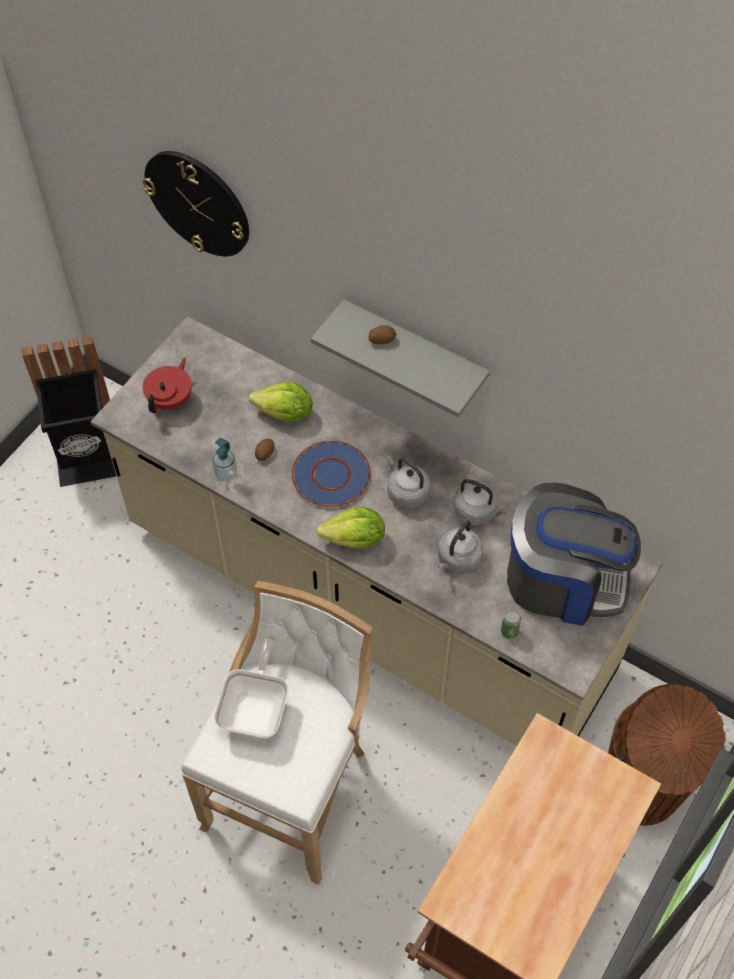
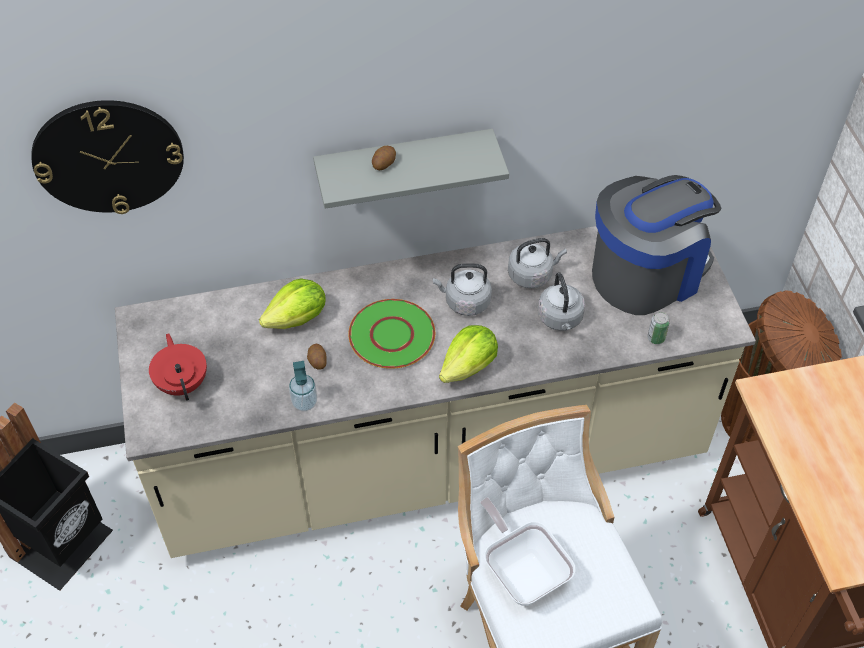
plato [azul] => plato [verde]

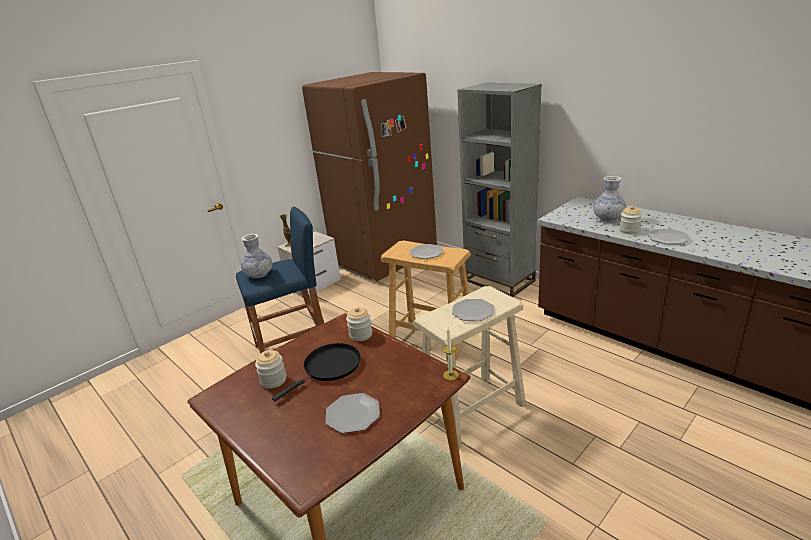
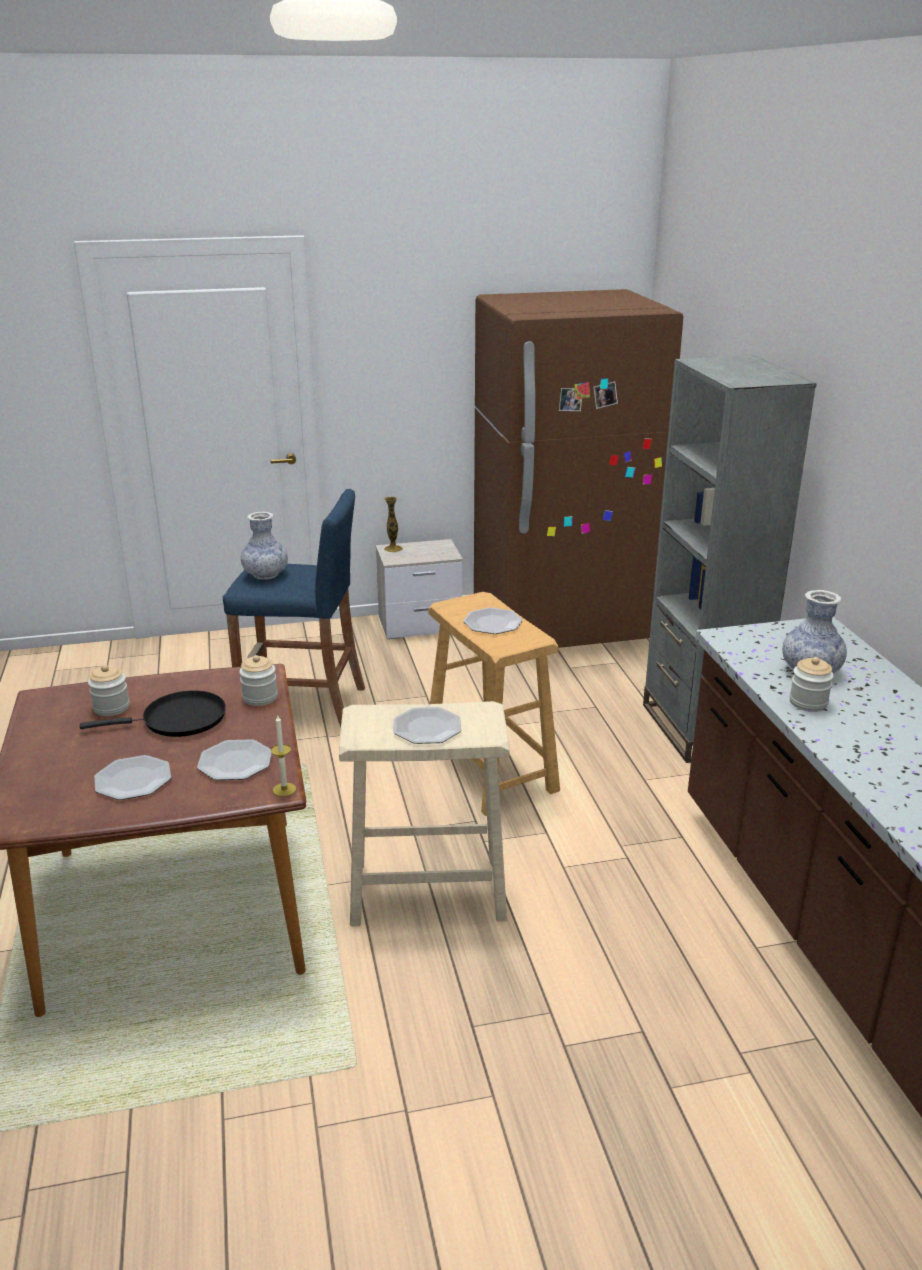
plato (no. 4 from left in the first image) => plato (no. 2 from left), shifted

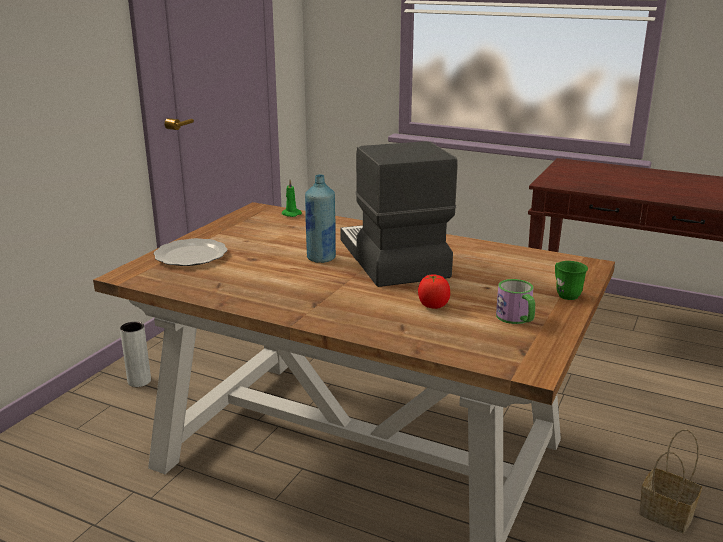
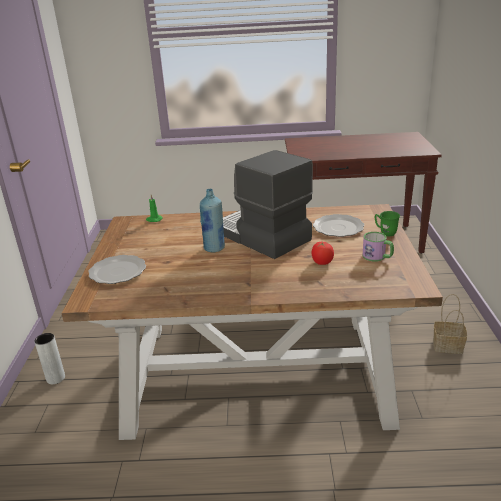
nothing => plato (no. 2 from left)

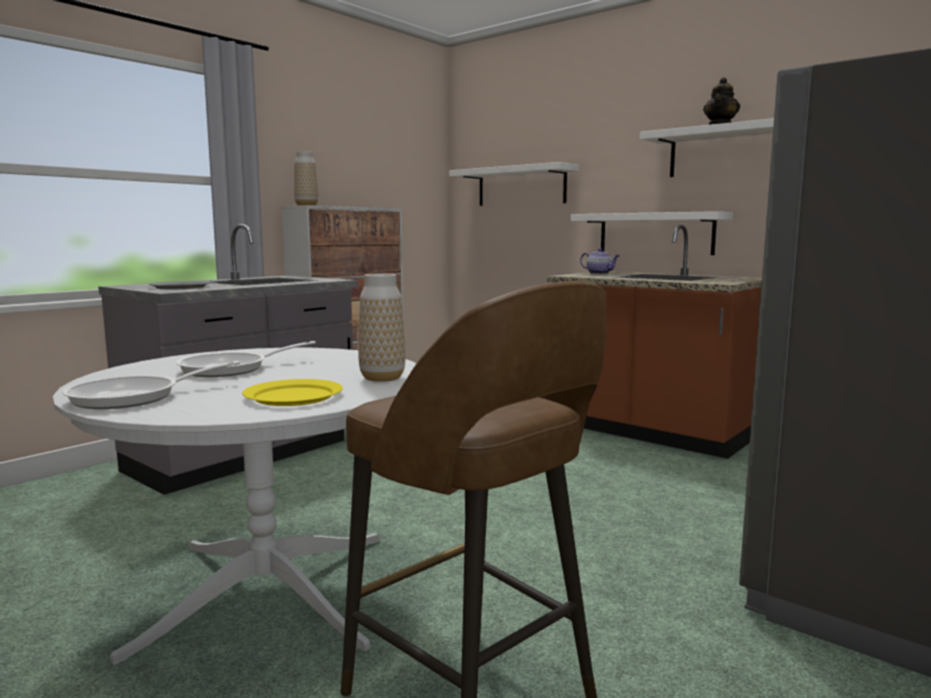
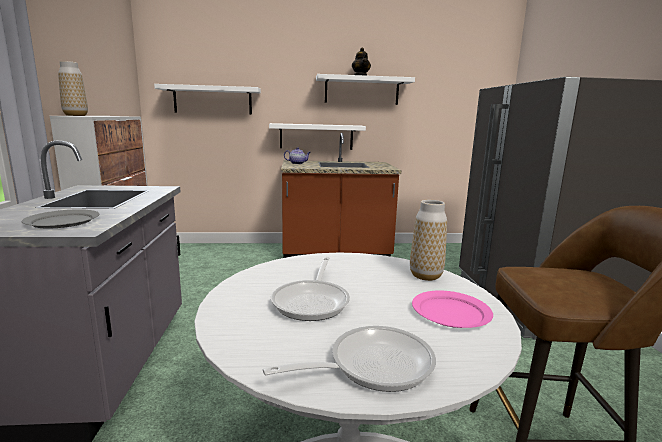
sartén (no. 1 from left in the first image) => sartén (no. 2 from left), 120 degrees counterclockwise
plato [amarillo] => plato [rosa]

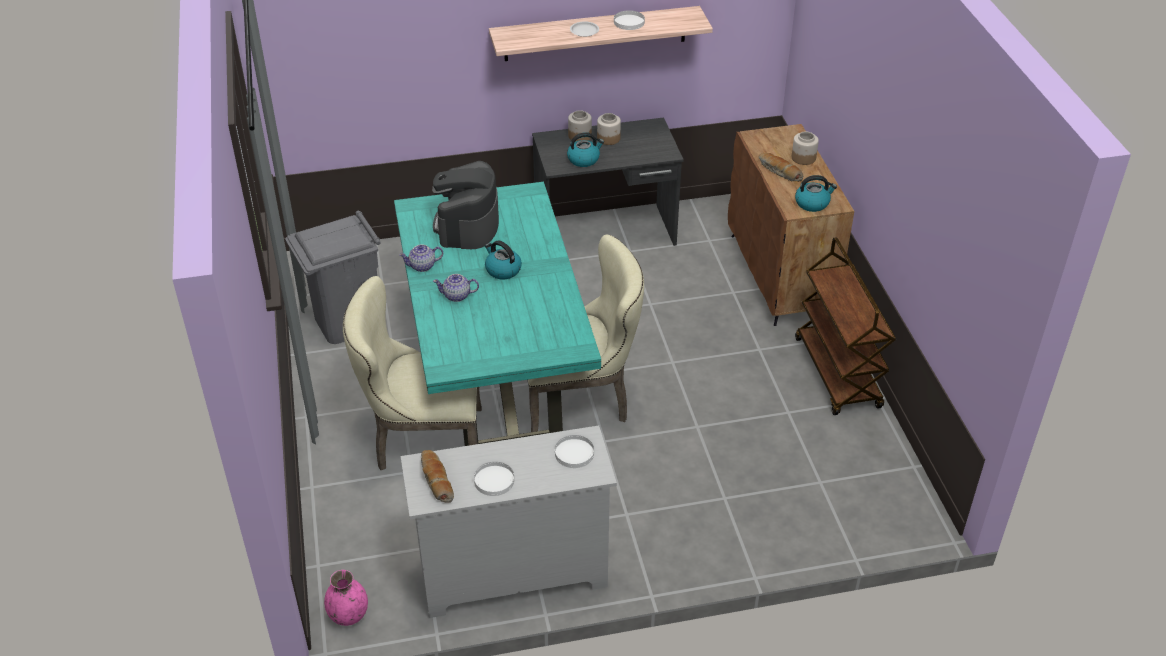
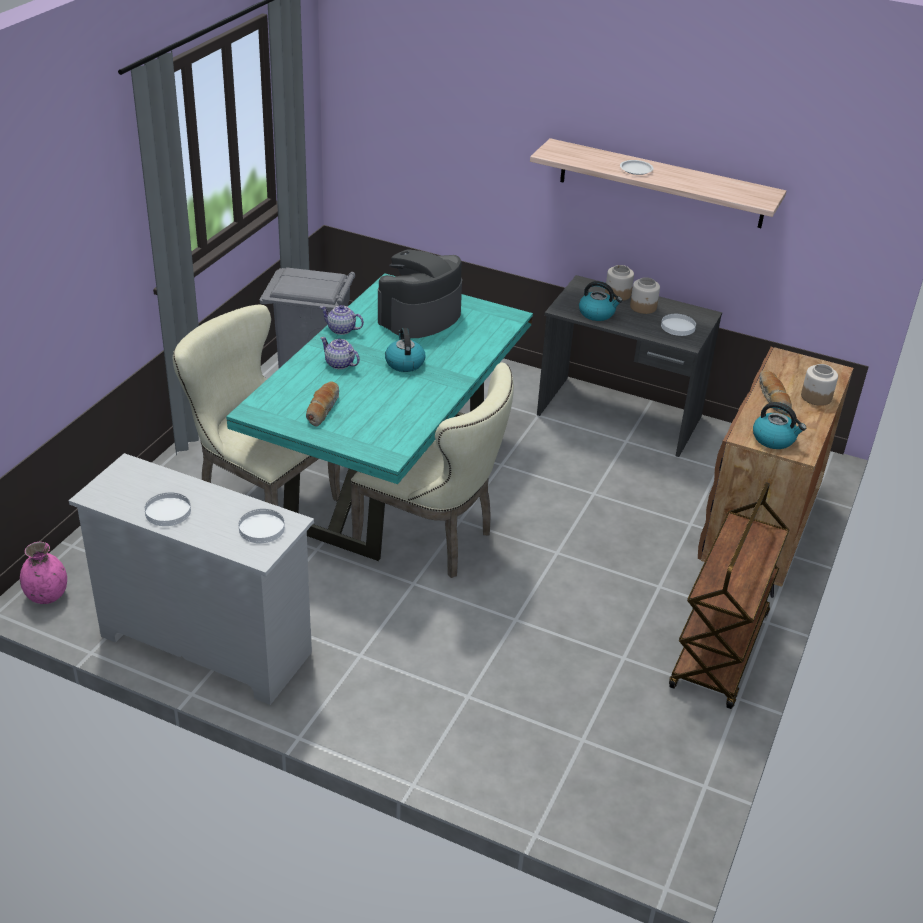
pan (no. 1 from left), shifted
plato [blanco] (no. 4 from left), shifted

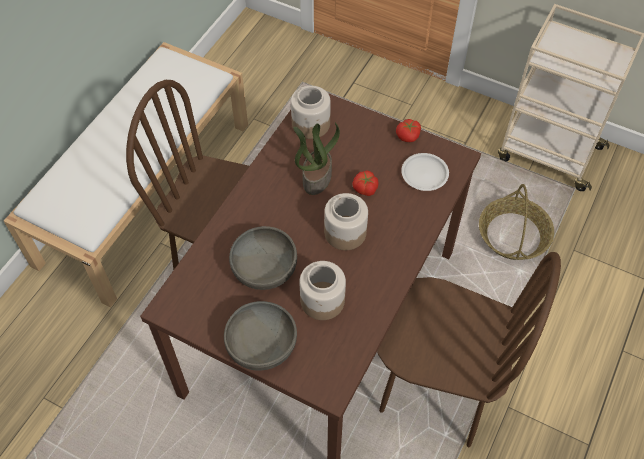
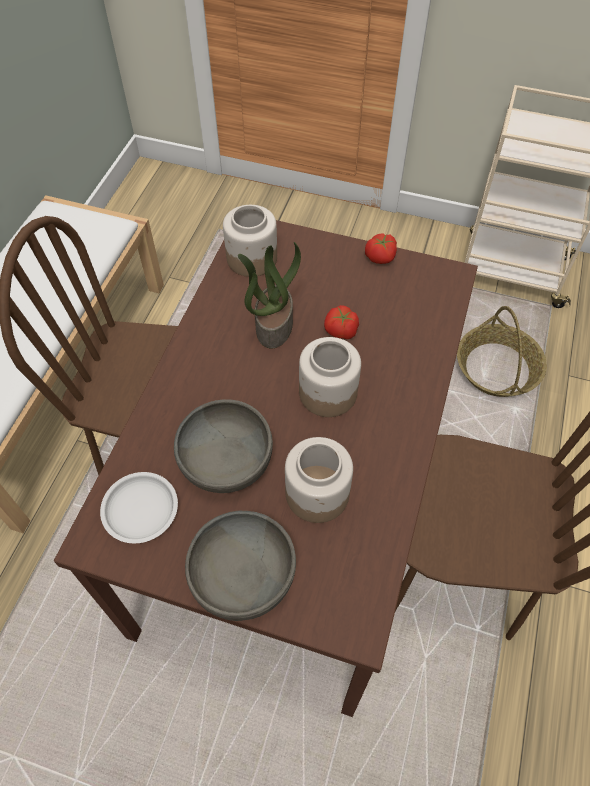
plato [blanco], shifted

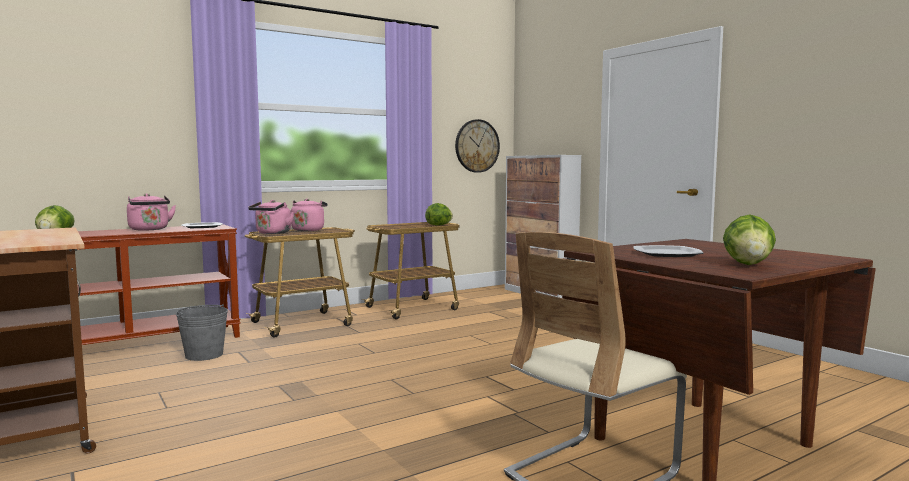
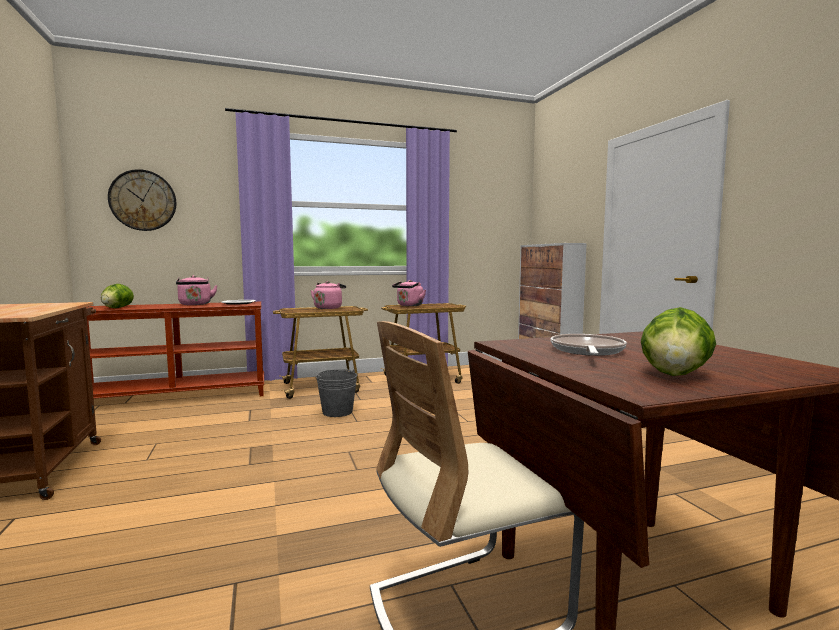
reloj de pared, shifted
cubo [gris], shifted
hervidor [rosa] (no. 2 from left in the first image) => hervidor [rosa] (no. 3 from left), shifted
plato (no. 2 from left) => sartén
lechuga (no. 2 from left) => nothing

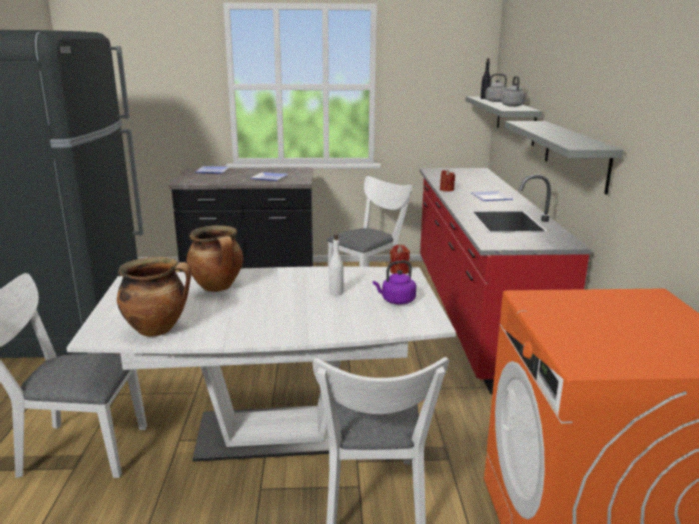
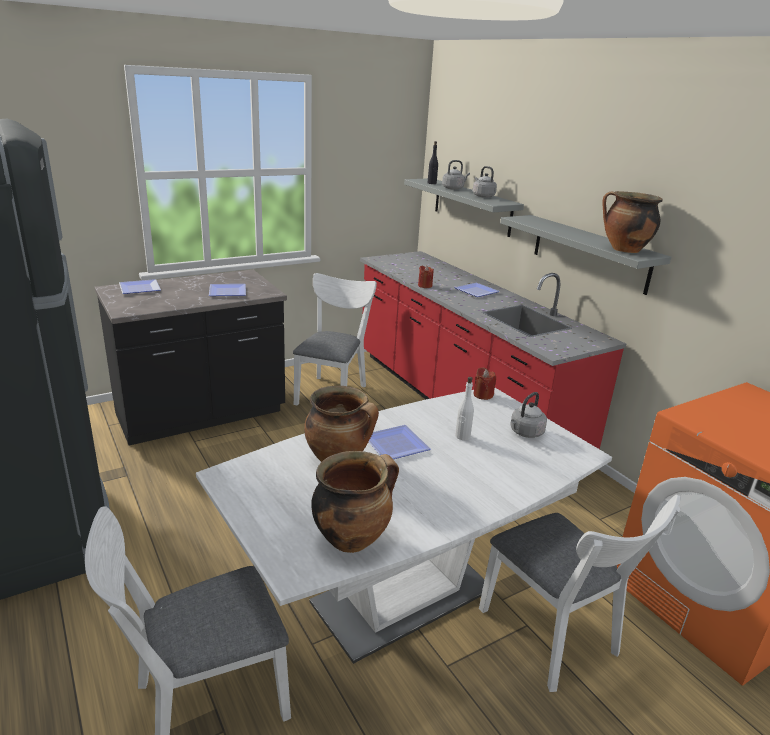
nothing => plato (no. 3 from left)
hervidor [morado] => hervidor [gris] (no. 3 from left)
nothing => olla (no. 3 from left)

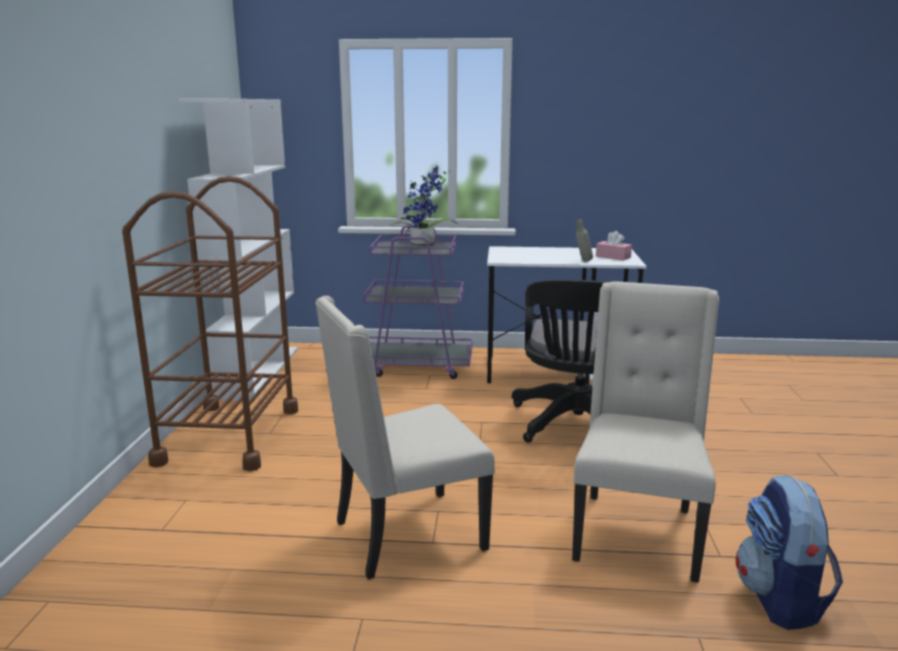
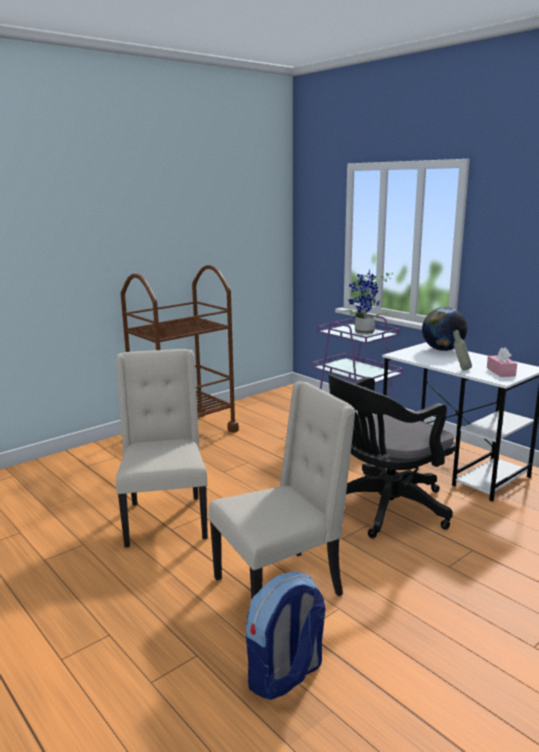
silla [beis] (no. 1 from left), 60 degrees clockwise
nothing => globo terráqueo
estantería [blanco] => nothing

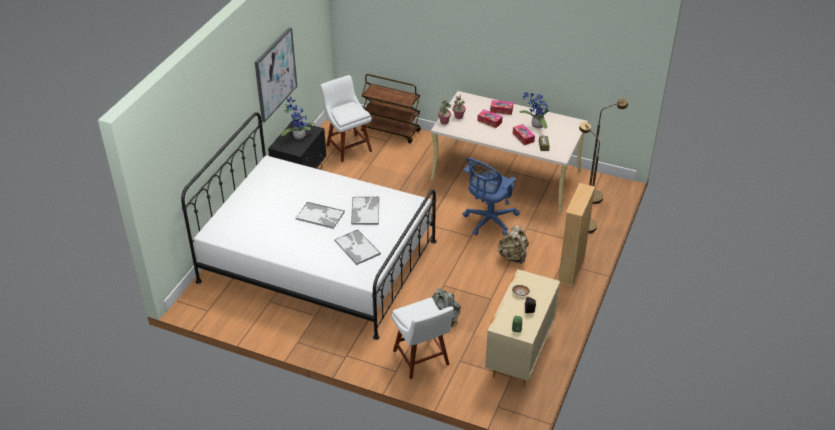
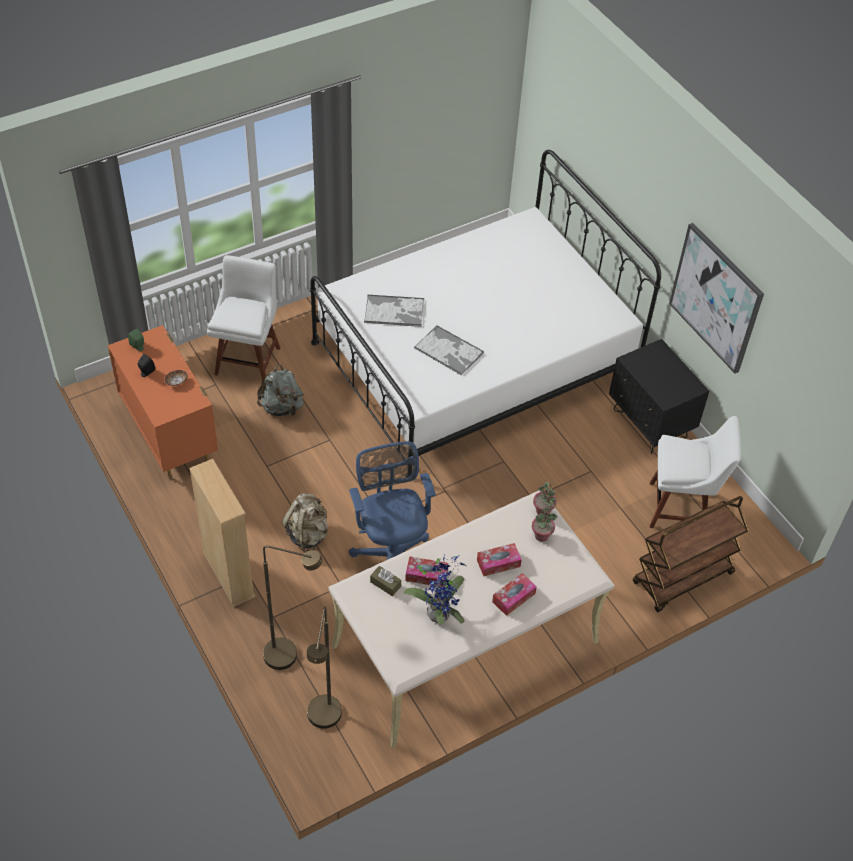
cómoda [beis] => cómoda [naranja]
silla [blanco] (no. 2 from left in the first image) => silla [blanco] (no. 1 from left), 90 degrees clockwise
planta en maceta (no. 1 from left) => nothing
bandeja (no. 1 from left) => nothing

